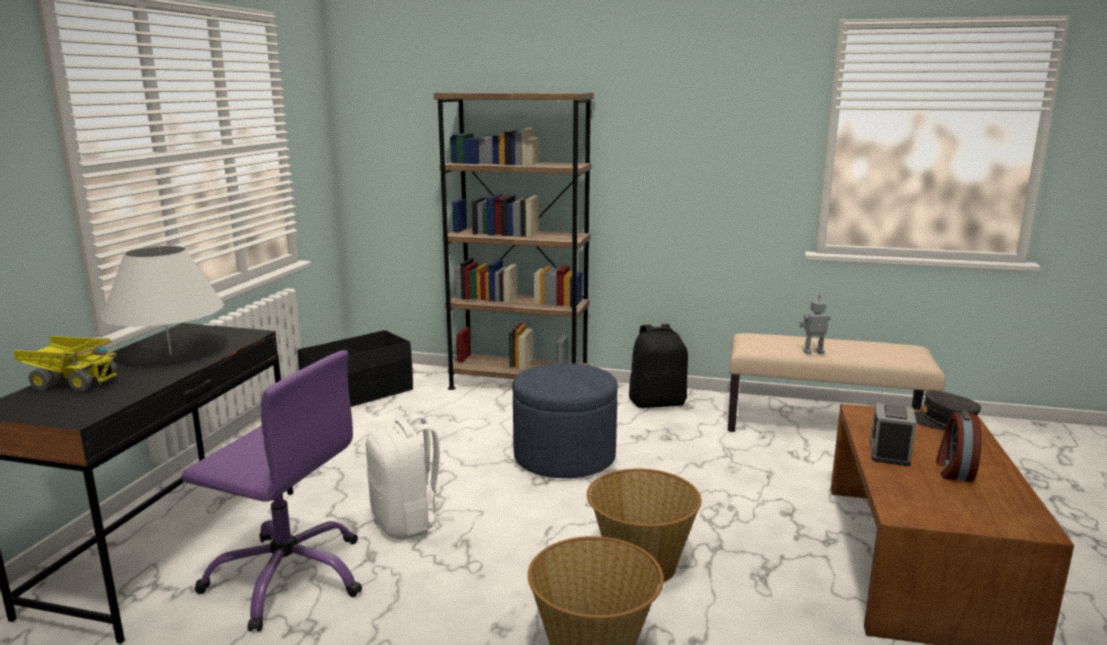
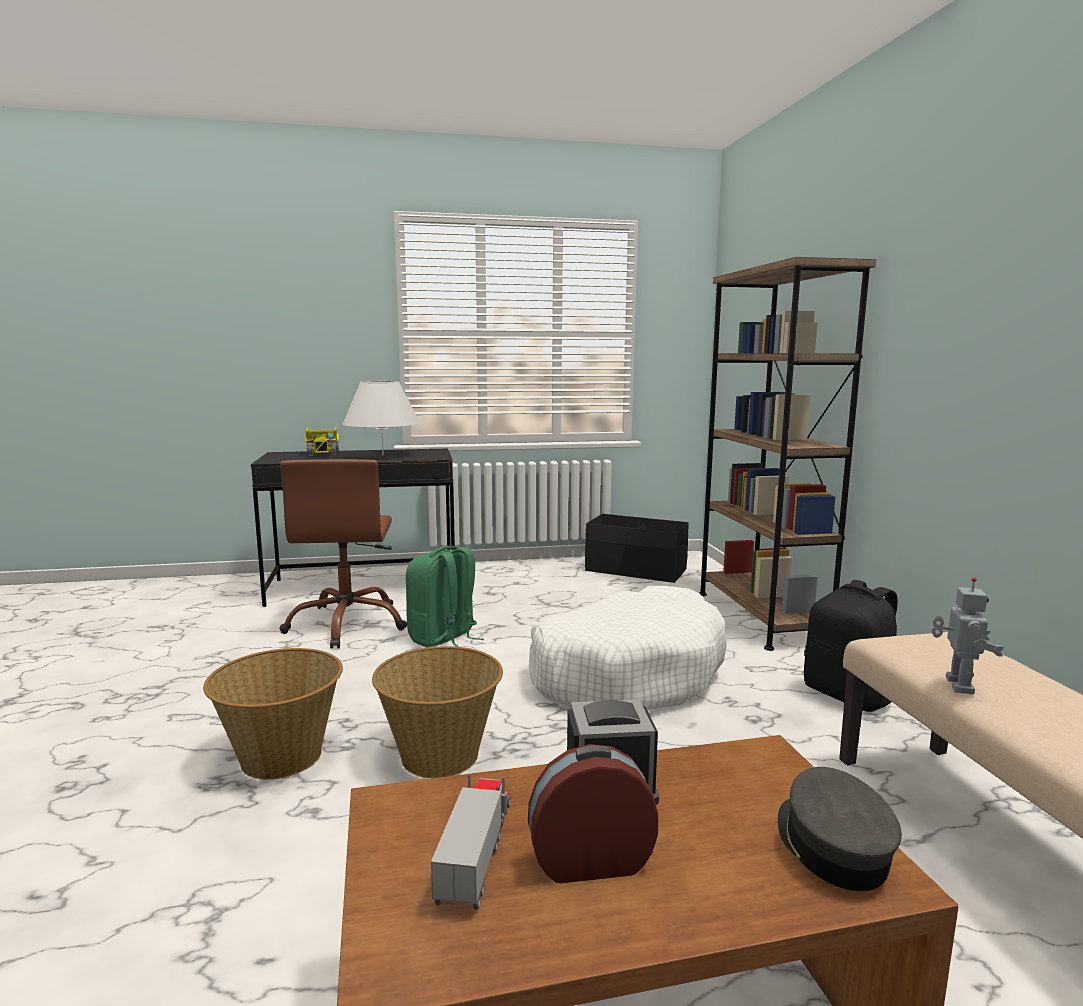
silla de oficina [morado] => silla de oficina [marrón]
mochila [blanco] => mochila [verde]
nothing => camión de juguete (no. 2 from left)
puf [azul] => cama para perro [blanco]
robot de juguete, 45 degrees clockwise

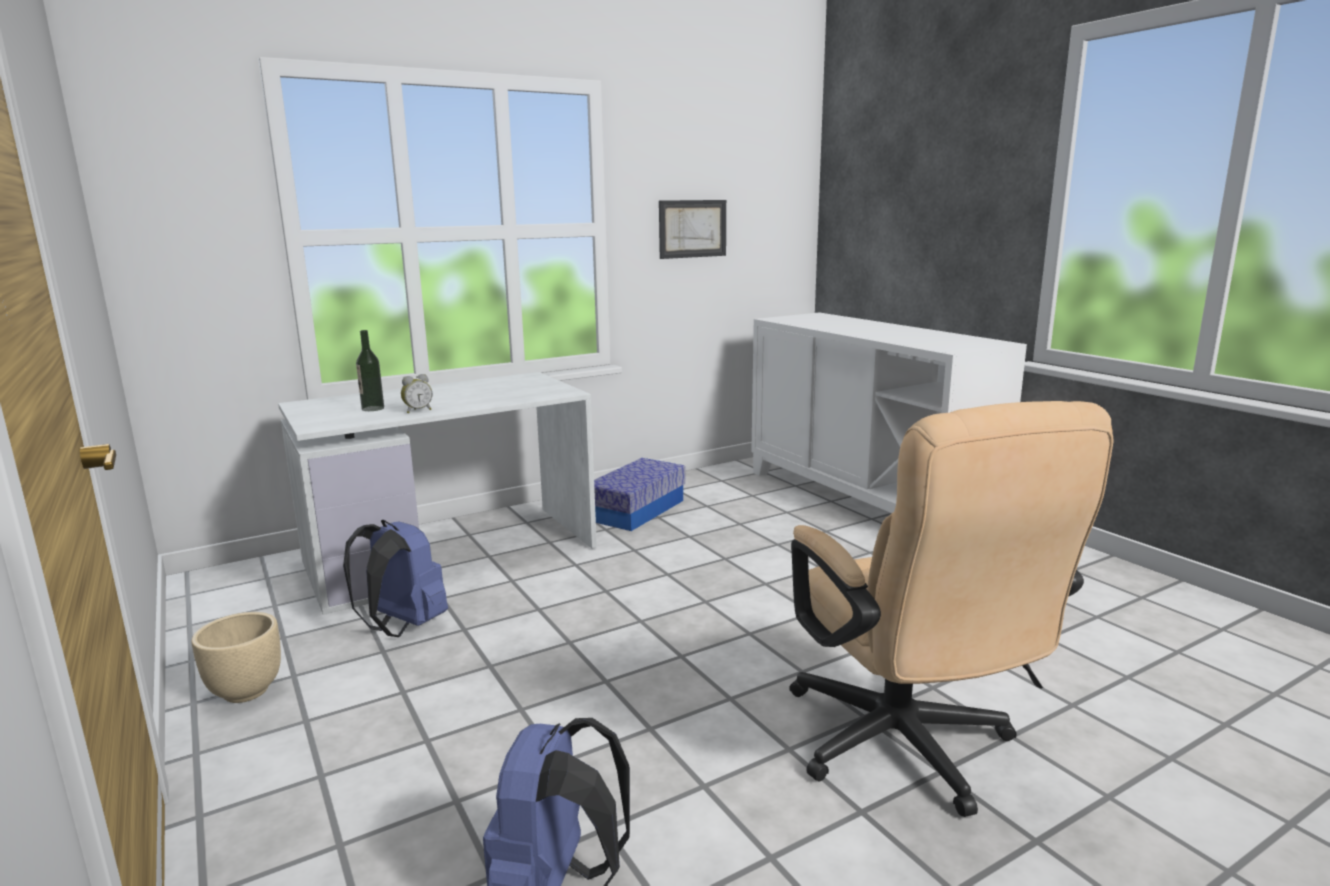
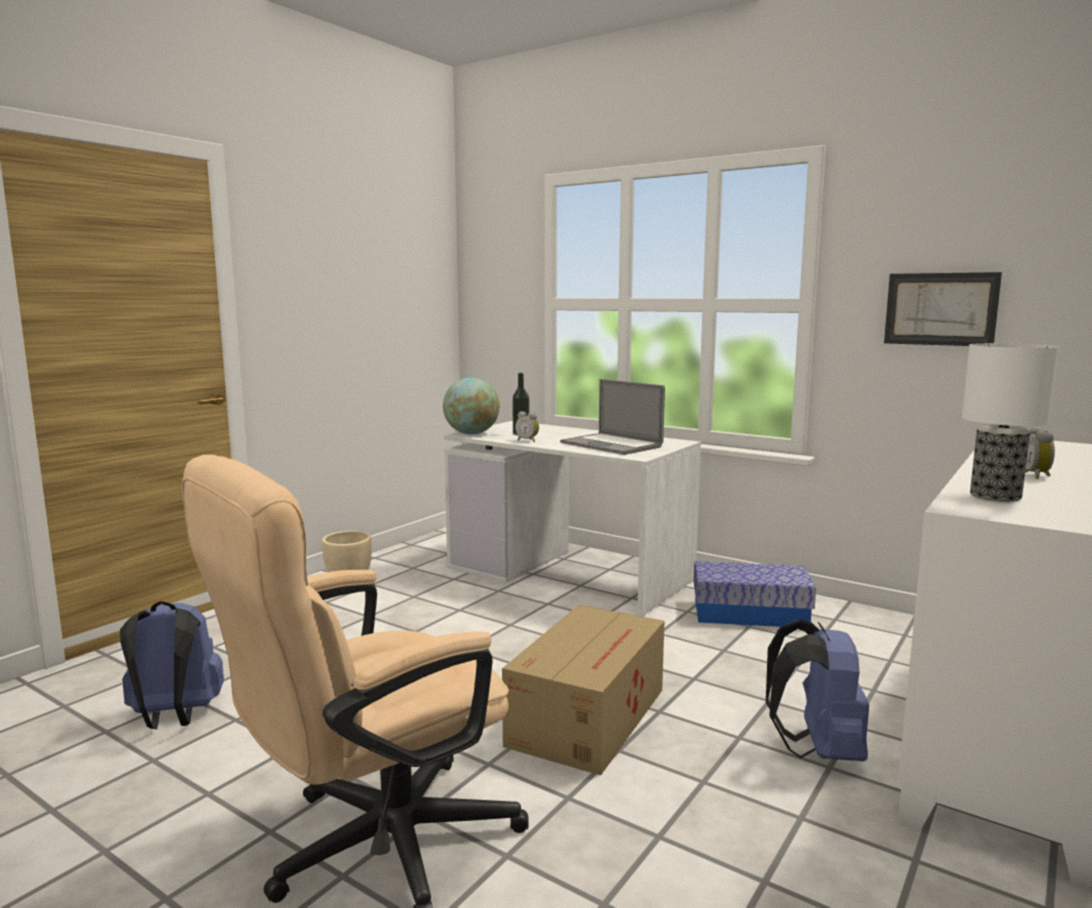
nothing => globo terráqueo
nothing => caja de cartón
nothing => portátil
mochila [azul] (no. 1 from left in the first image) => mochila [azul] (no. 2 from left), shifted
nothing => lámpara de mesa
nothing => despertador (no. 2 from left)

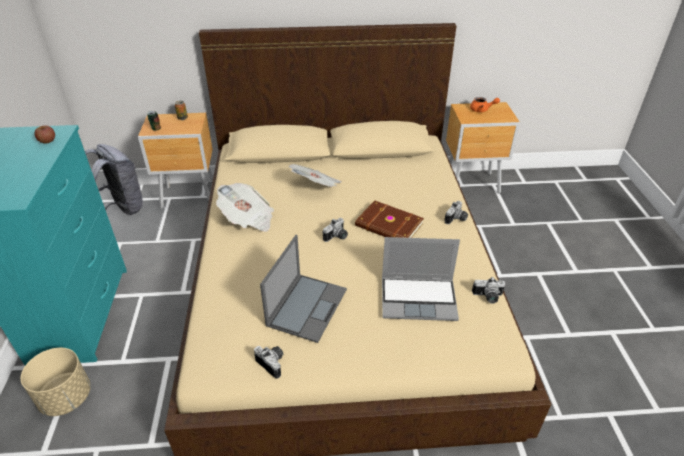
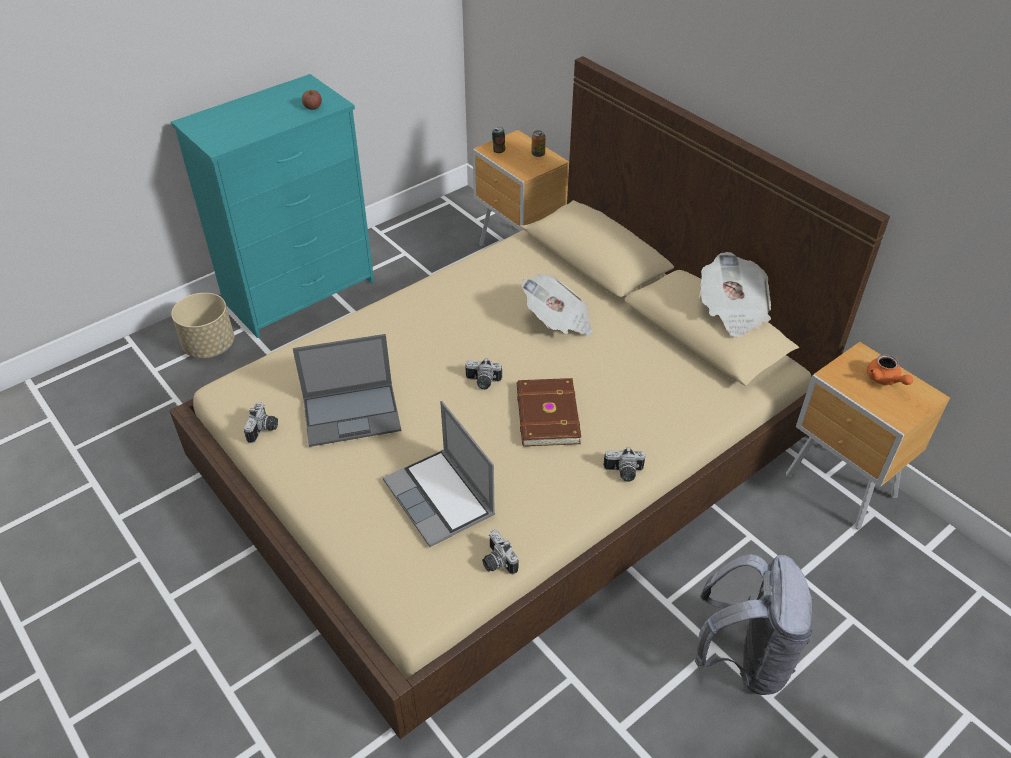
mochila [gris], shifted
periódico (no. 1 from left in the first image) => periódico (no. 2 from left), shifted

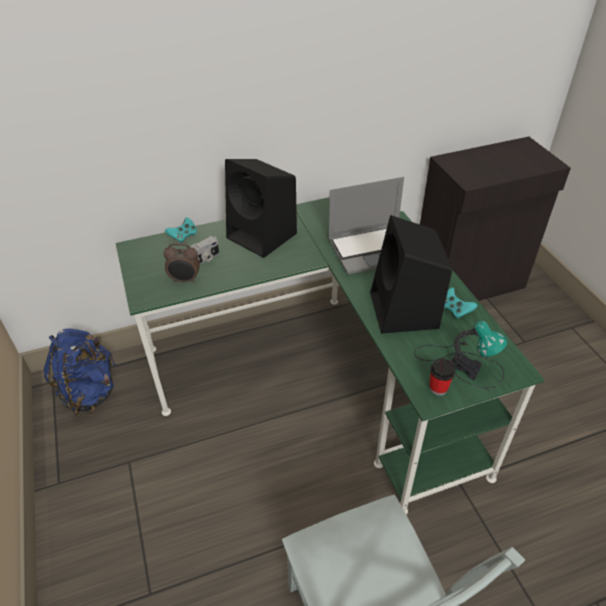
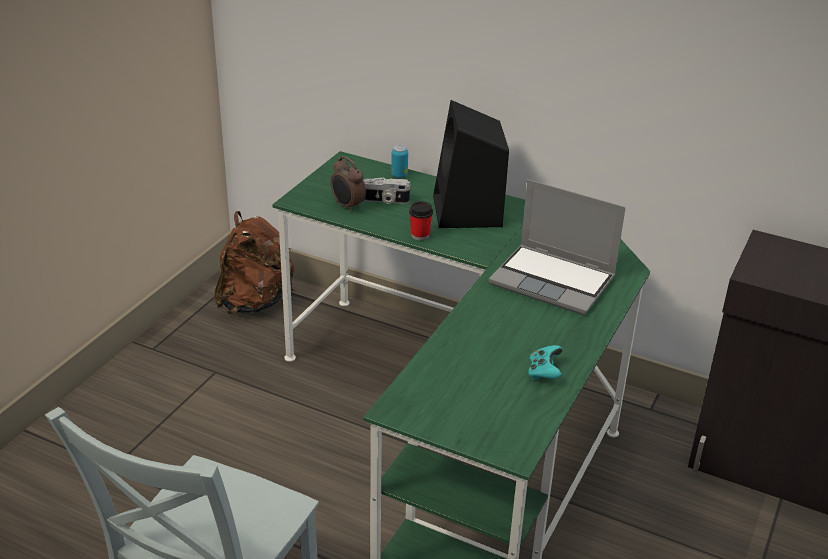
mochila [azul] => mochila [marrón]
mando de consola [turquesa] (no. 1 from left) => lata
taza, shifted
altavoz [negro] (no. 2 from left) => nothing
lámpara de mesa => nothing

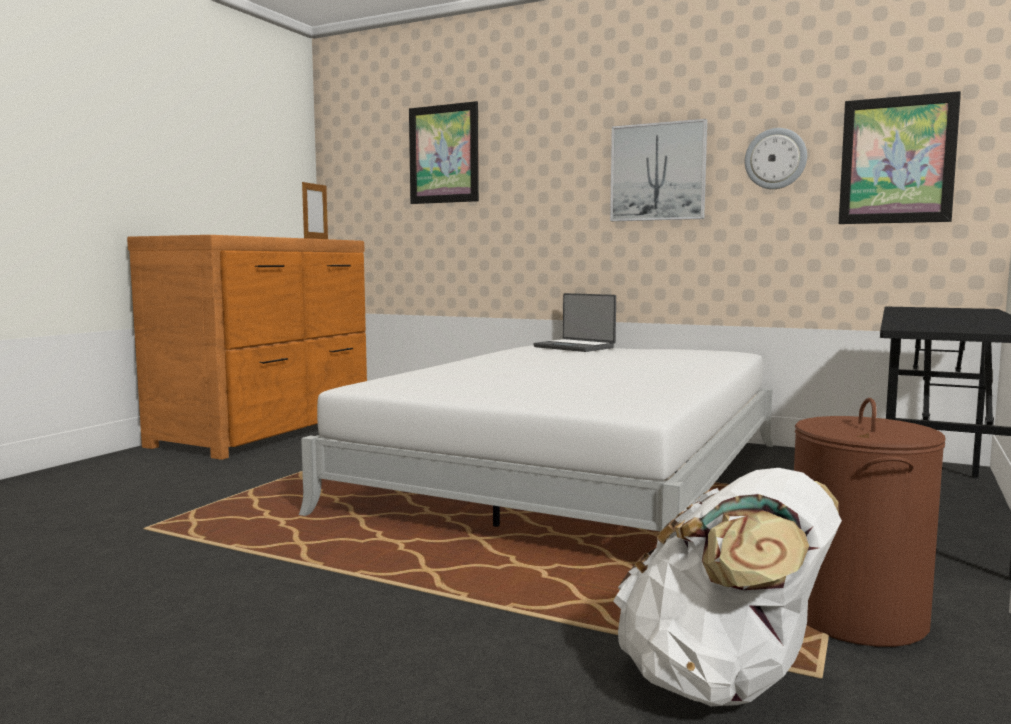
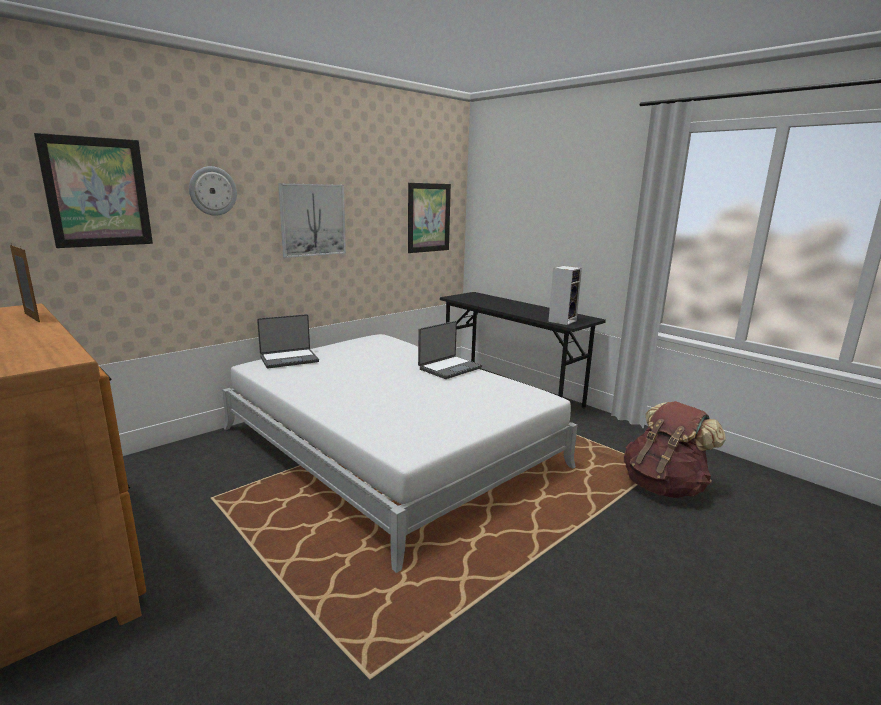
reloj de pared, shifted
nothing => portátil (no. 2 from left)
nothing => altavoz
mochila [blanco] => mochila [marrón]
cesto de la ropa [marrón] => nothing

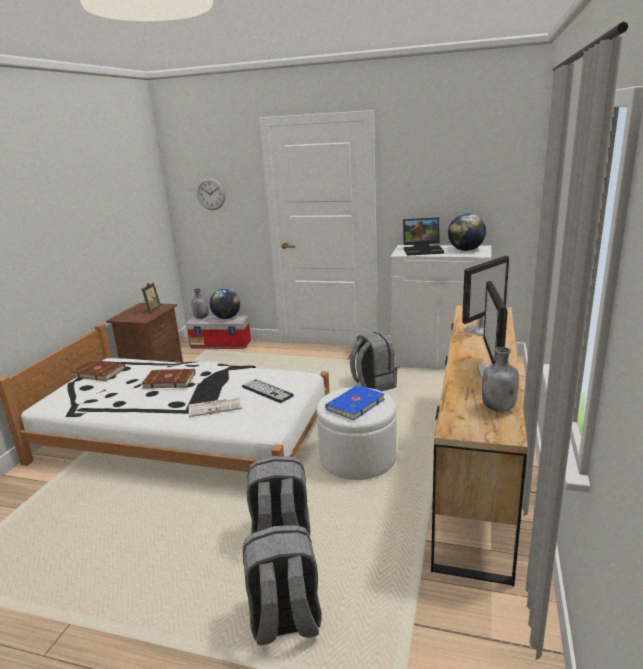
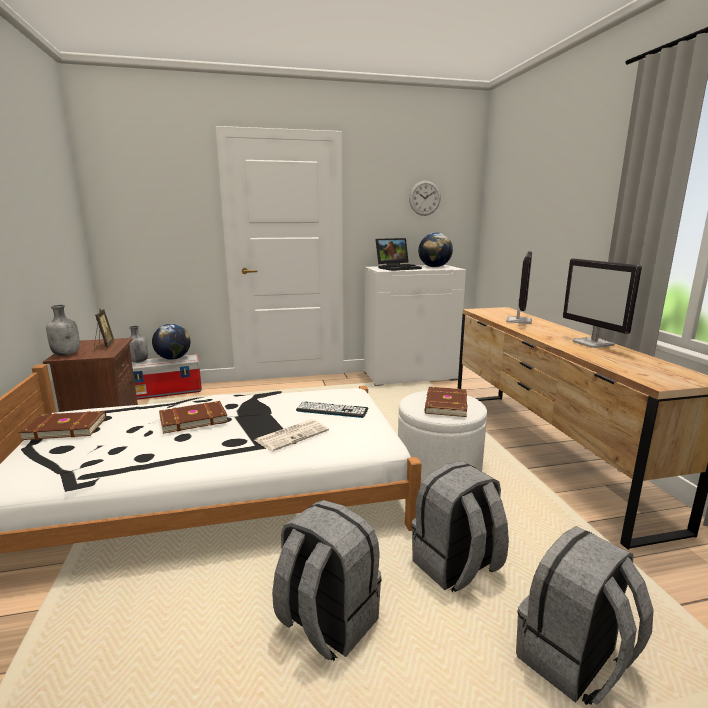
botella [gris] (no. 2 from left in the first image) => botella [gris] (no. 1 from left), shifted
mochila [gris] (no. 3 from left in the first image) => mochila [gris] (no. 1 from left), shifted
reloj de pared, shifted
libro [azul] => libro [marrón] (no. 3 from left)

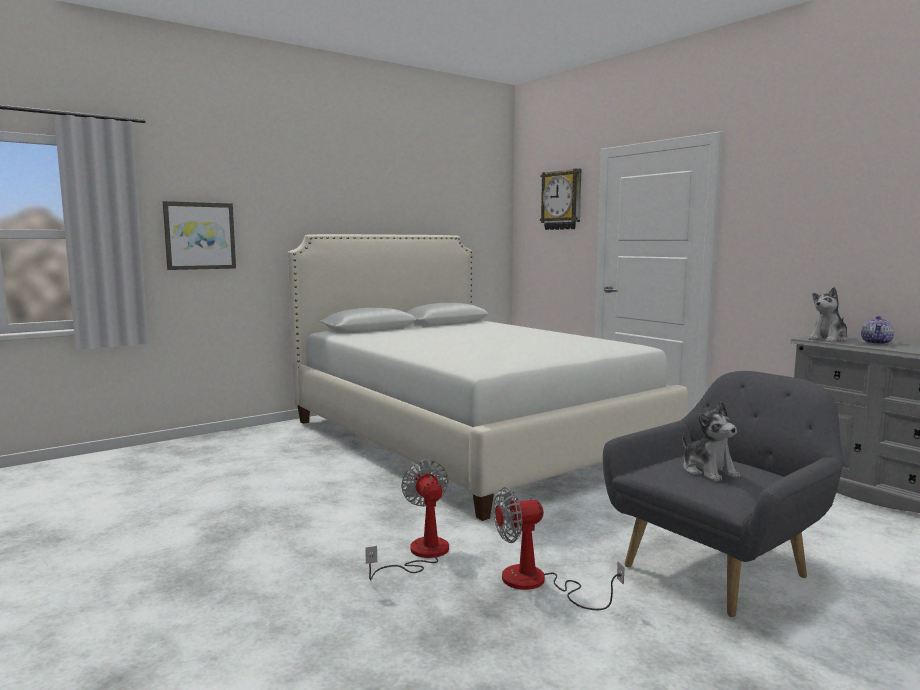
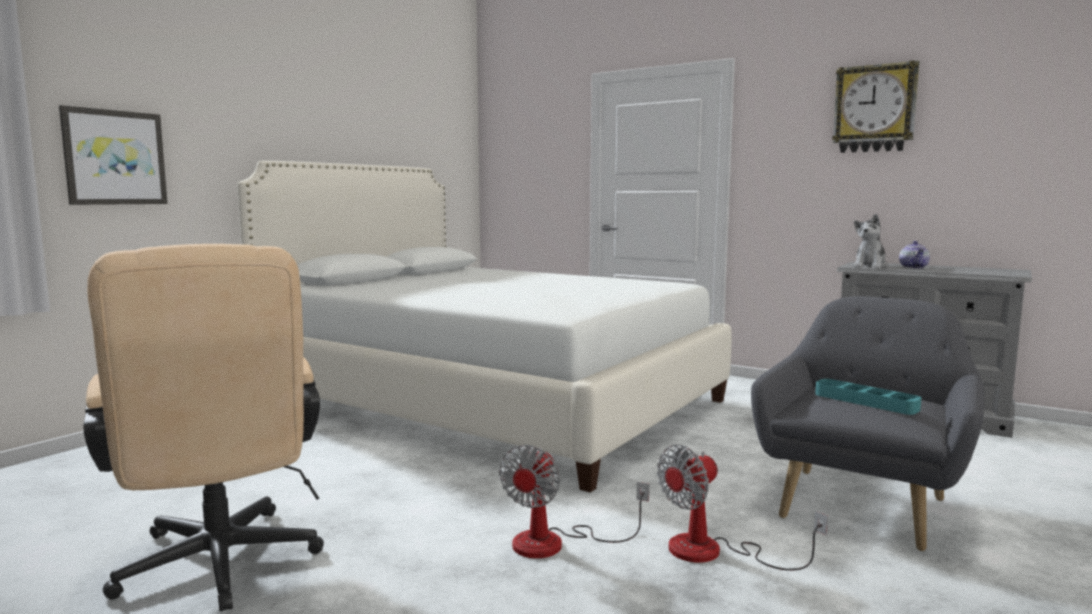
nothing => silla de oficina [beis]
ventilador (no. 1 from left), 120 degrees counterclockwise
peluche (no. 1 from left) => bandeja [turquesa]
reloj de pared, shifted

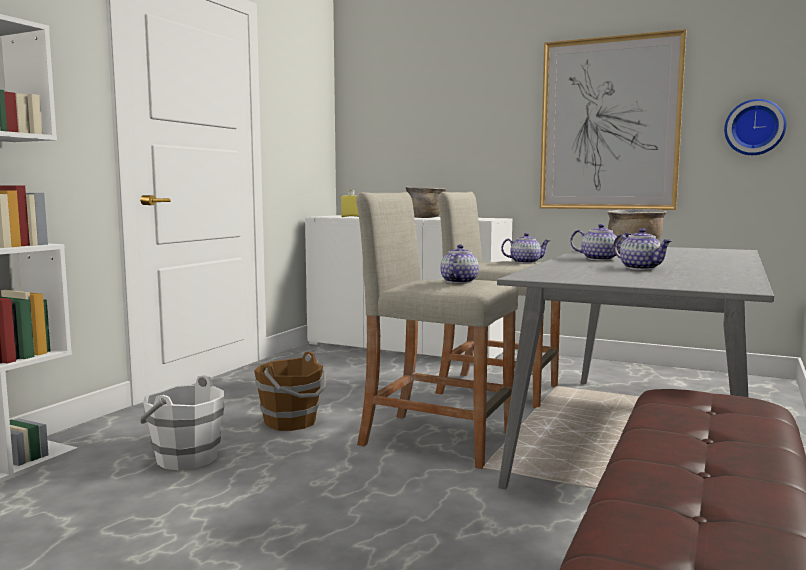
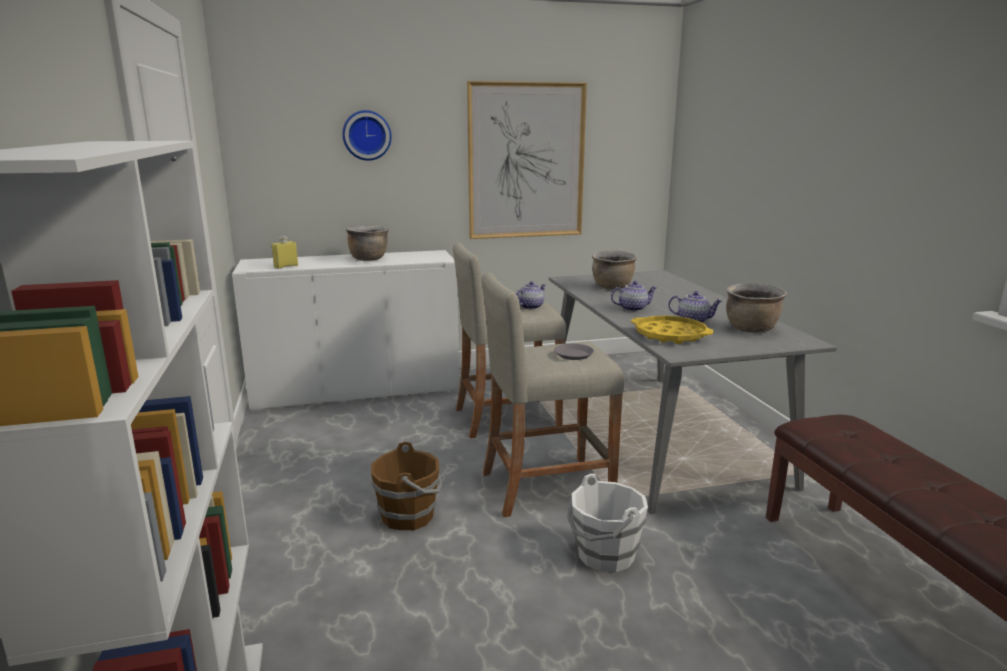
reloj de pared, shifted
tetera (no. 1 from left) => plato [gris]
cubo [blanco], shifted
nothing => bandeja [amarillo]
nothing => olla [marrón] (no. 3 from left)

